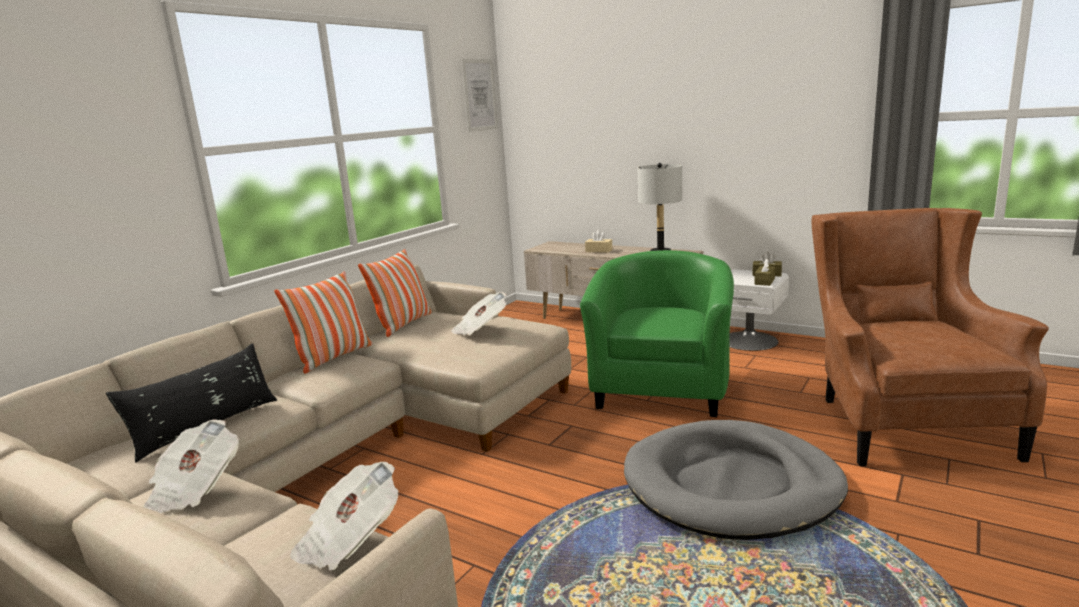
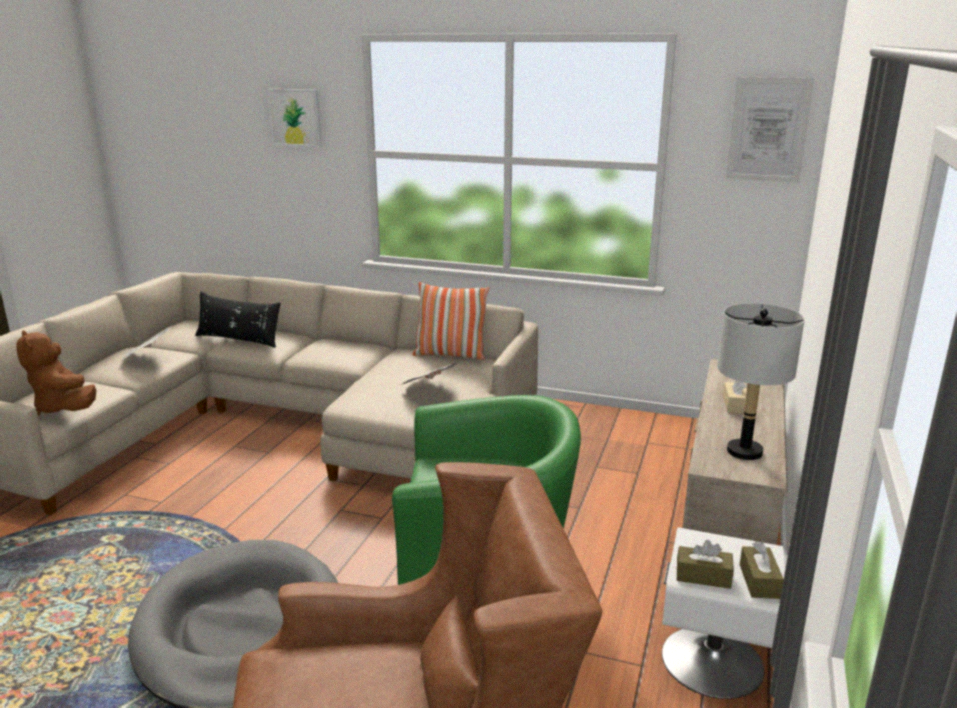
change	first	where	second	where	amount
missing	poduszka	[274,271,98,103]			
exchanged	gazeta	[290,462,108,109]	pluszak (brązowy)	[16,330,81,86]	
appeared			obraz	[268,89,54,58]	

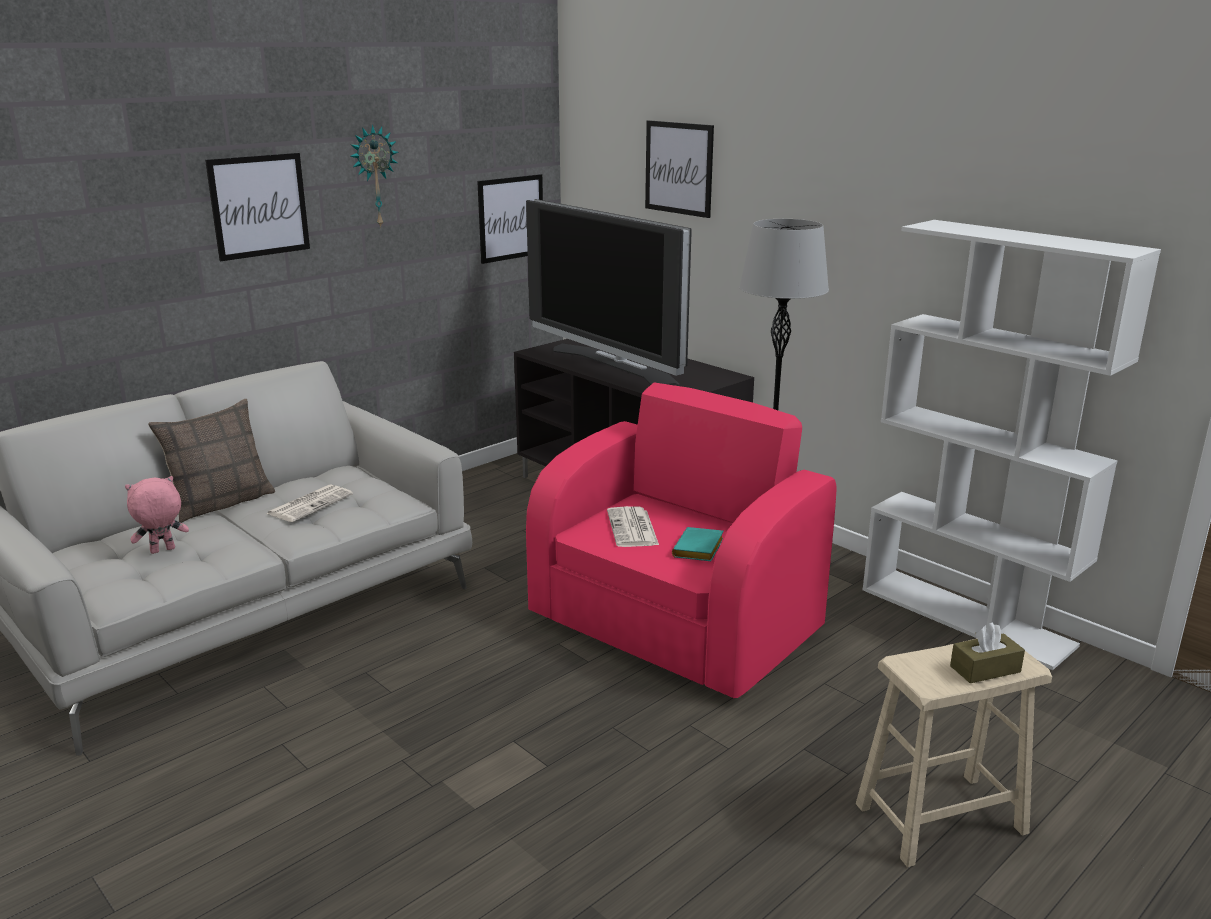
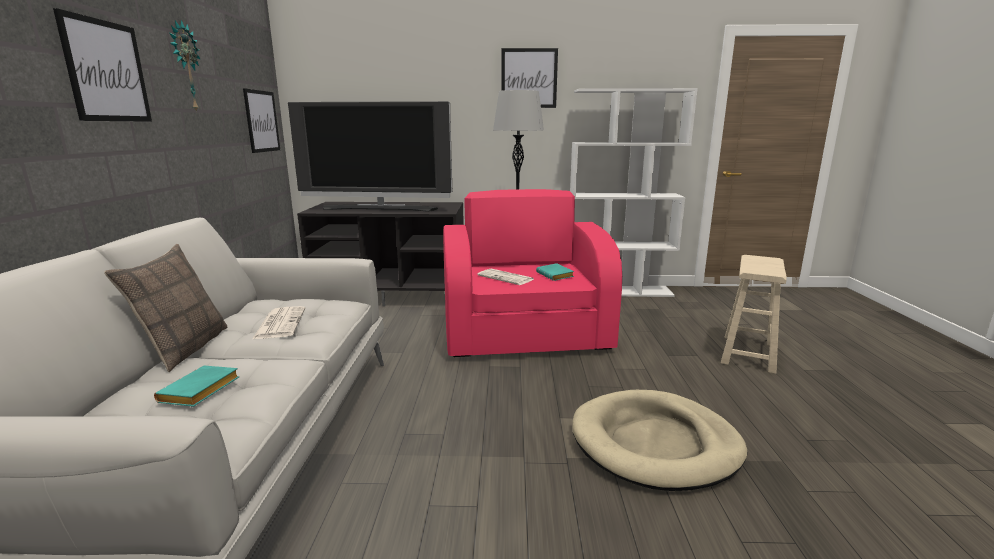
change	first	where	second	where	amount
relocated	obraz	[645,120,69,98]		[501,48,57,60]	
exchanged	pluszak (różowy)	[125,476,64,78]	książka (turkusowy)	[154,365,85,42]	
missing	pudełko chusteczek (brązowy)	[950,622,75,61]			
appeared			legowisko (beżowy)	[572,390,175,101]	

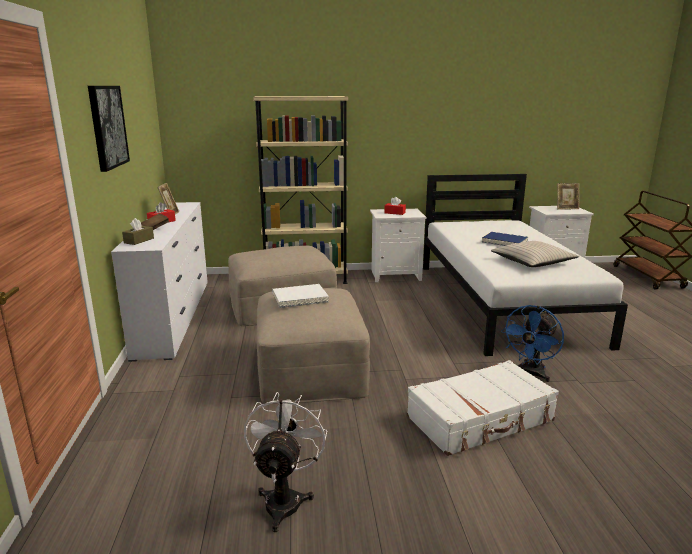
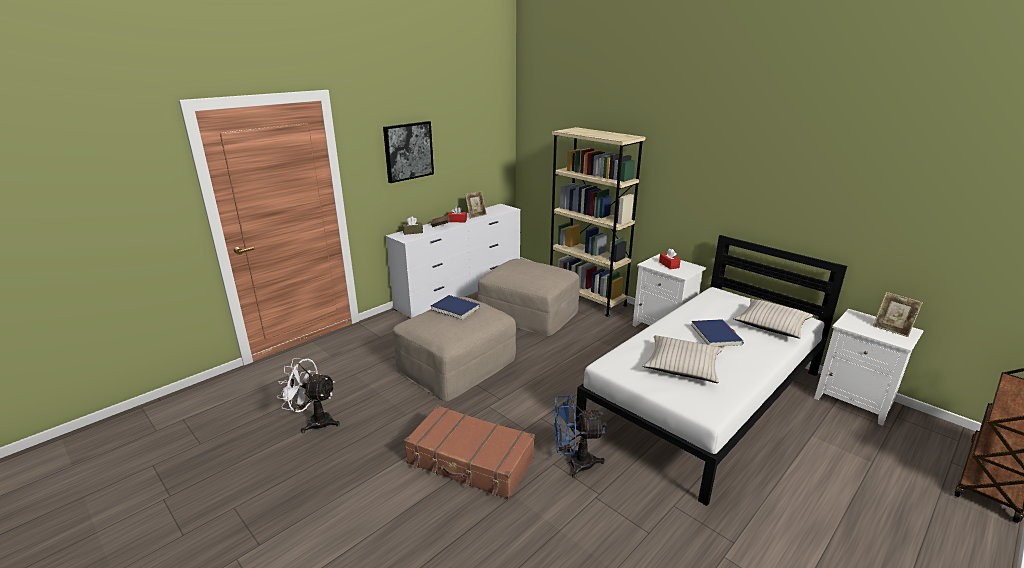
change	first	where	second	where	amount
colour	książka (biały)	[272,284,57,24]	książka (niebieski)	[431,295,49,25]	
colour	walizka (biały)	[407,360,152,96]	walizka (brązowy)	[404,405,131,95]	
spun	wentylator (biały)	[244,392,83,140]		[277,358,63,75]	135 degrees counterclockwise
appeared			poduszka (beżowy)	[733,299,80,40]	

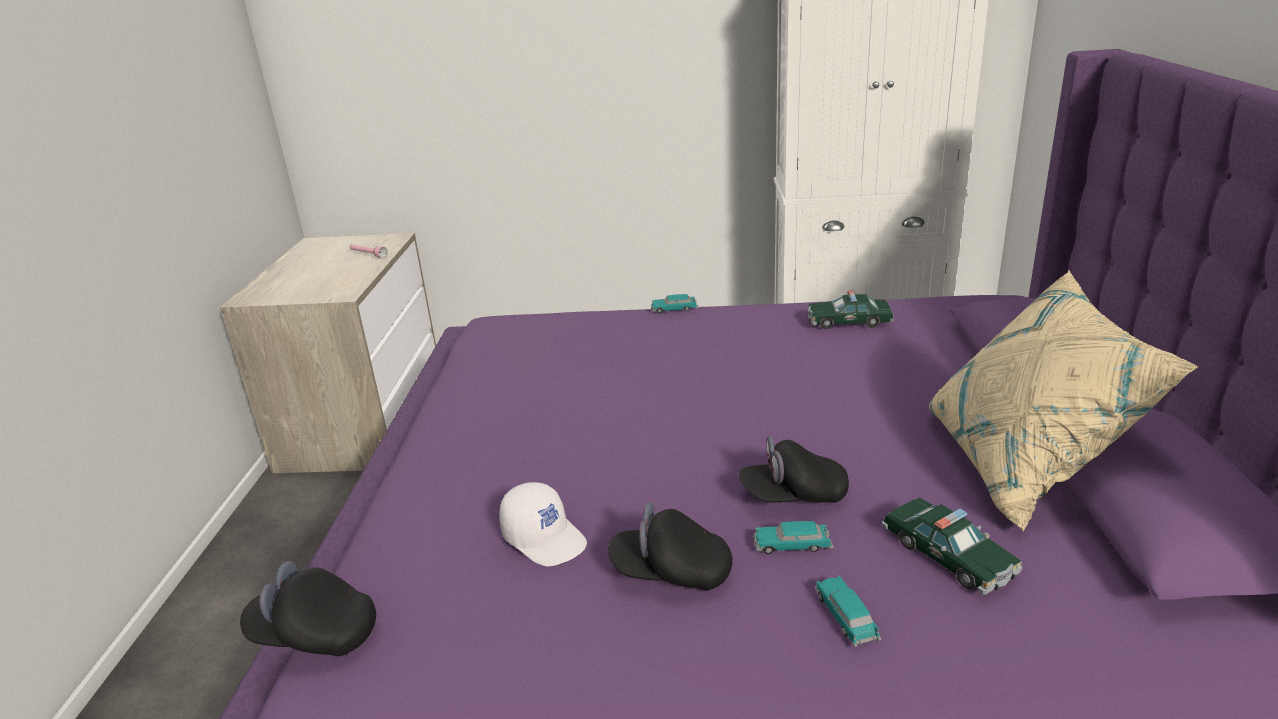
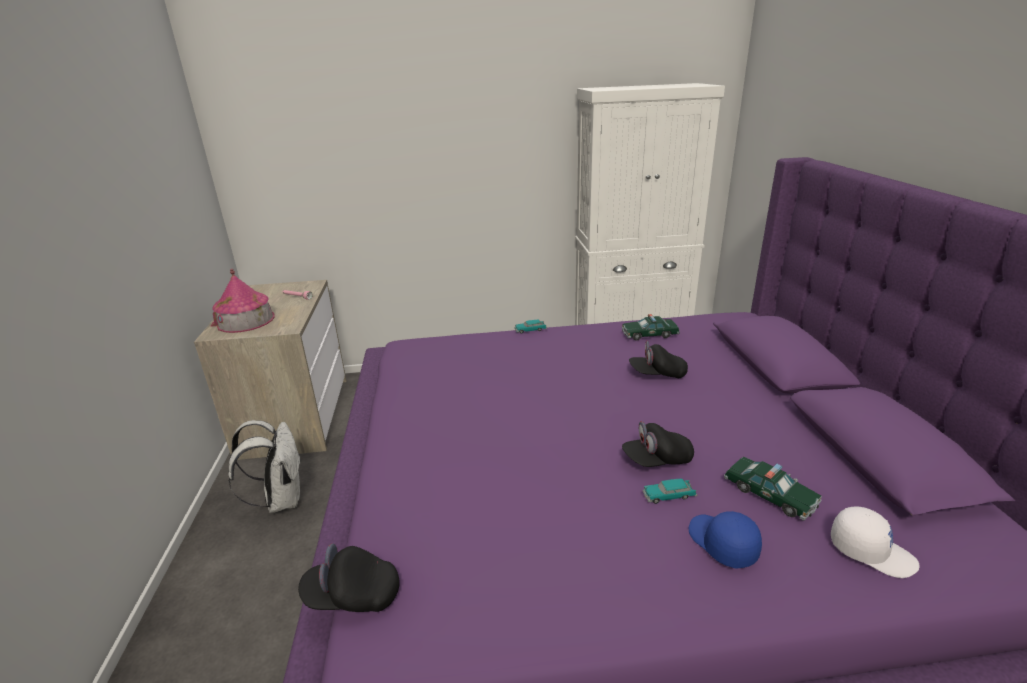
change	first	where	second	where	amount
missing	poduszka (beżowy)	[929,271,269,261]			
relocated	czapka z daszkiem (biały)	[499,482,88,84]		[831,507,89,71]	
relocated	czapka z daszkiem (czarny)	[608,501,125,89]		[629,341,59,37]	
exchanged	samochodzik	[815,576,66,71]	czapka z daszkiem (niebieski)	[689,511,73,58]	
appeared			domek	[210,269,65,64]	
appeared			plecak (biały)	[228,420,74,93]	

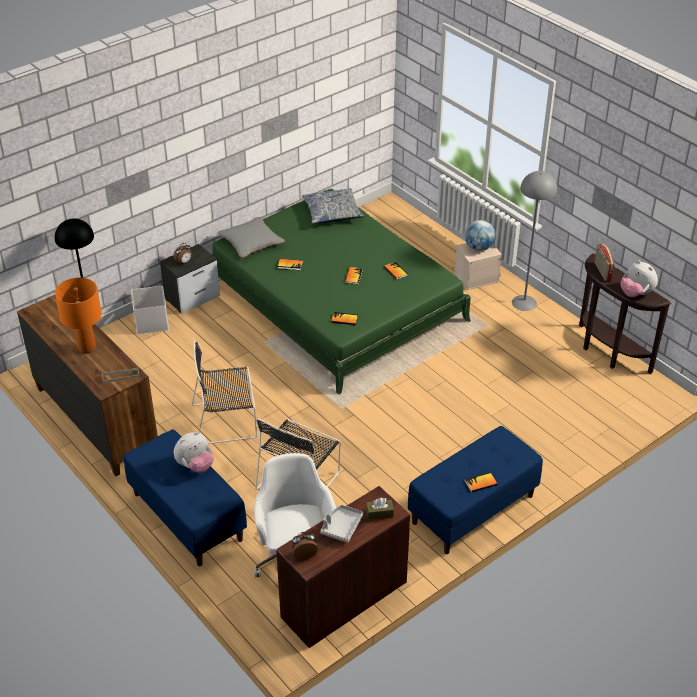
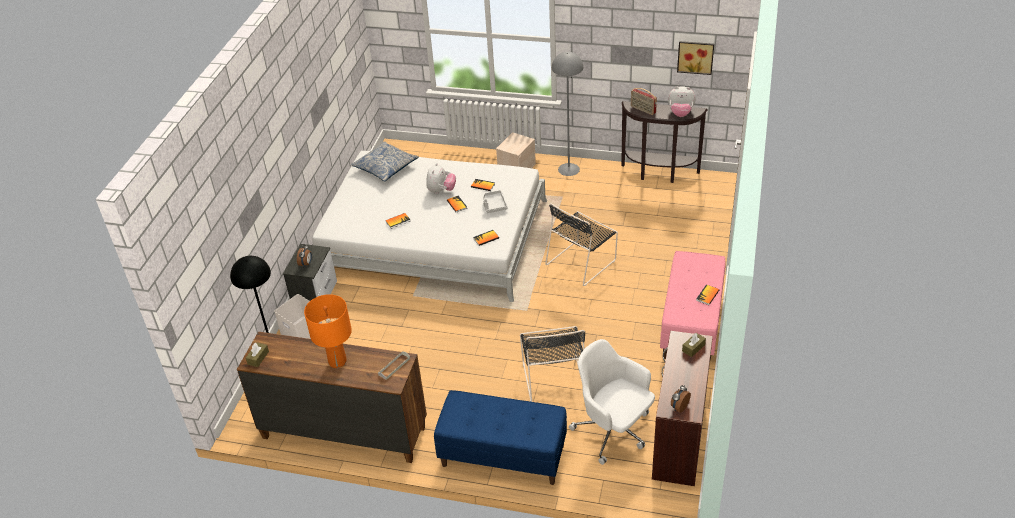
change	first	where	second	where	amount
colour	łóżko (zielony)	[212,189,259,206]	łóżko (biały)	[312,151,235,151]	
missing	poduszka (szary)	[217,217,68,41]			
missing	globus	[465,220,31,31]			
relocated	krzesło (czarny)	[192,340,65,104]		[545,203,73,83]	
colour	ławka (niebieski)	[408,426,135,128]	ławka (różowy)	[660,251,65,108]	
relocated	pluszak	[174,432,40,41]		[426,163,30,31]	
relocated	taca (szary)	[320,505,43,38]		[483,190,25,23]	
appeared			obraz	[677,41,37,34]	
appeared			pudełko chusteczek (brązowy)	[246,342,23,25]	

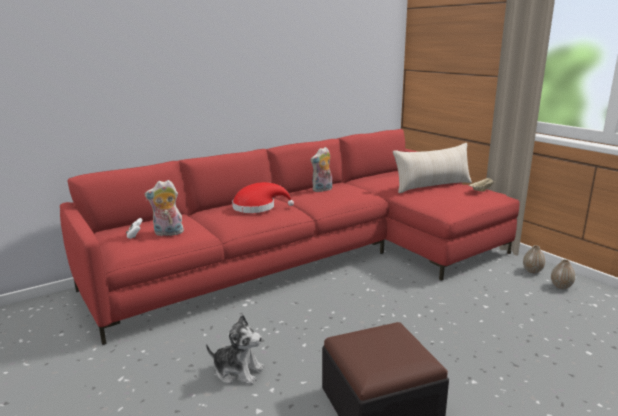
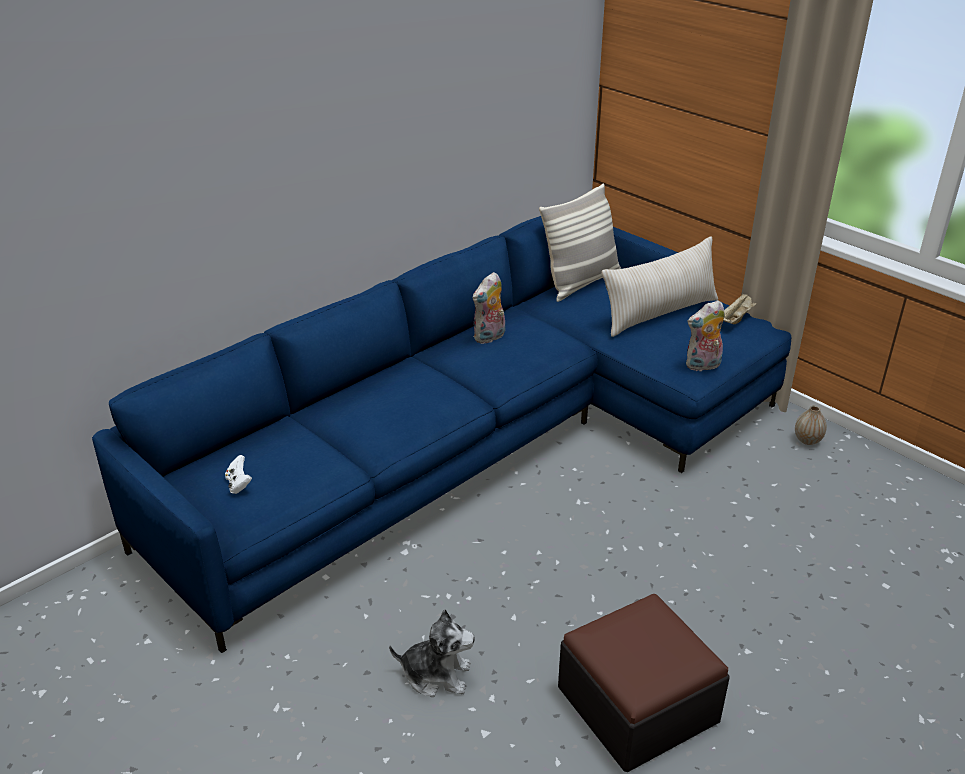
change	first	where	second	where	amount
colour	kanapa (czerwony)	[60,129,459,216]	kanapa (niebieski)	[92,216,700,437]	
relocated	pluszak	[145,180,39,57]		[686,300,39,71]	
missing	kapelusz (czerwony)	[232,182,62,31]			
missing	wazon	[551,259,24,30]			
appeared			poduszka	[539,183,82,119]	

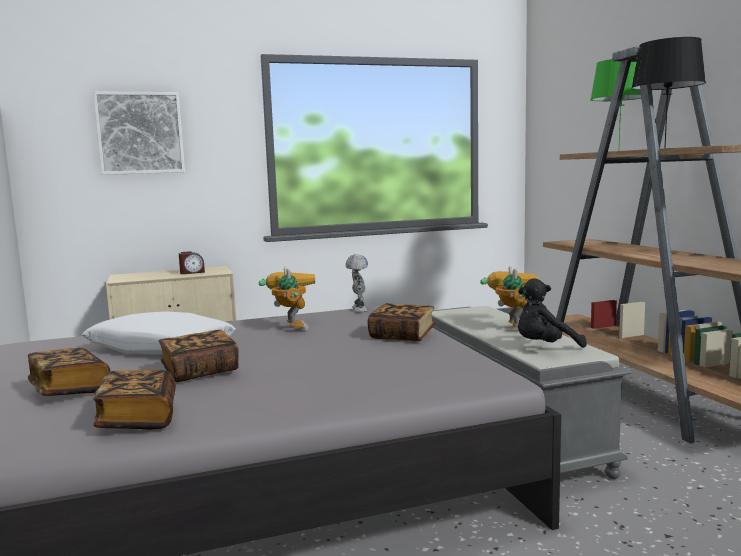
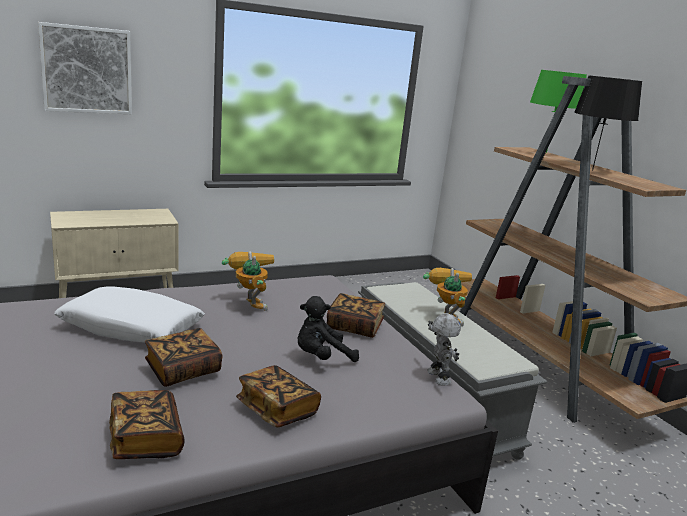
change	first	where	second	where	amount
missing	budzik	[179,251,26,23]			
relocated	robot zabawkowy	[346,254,22,59]		[427,313,34,73]	
relocated	pluszak (czarny)	[518,278,69,70]		[297,296,62,66]	
relocated	książka	[28,348,82,48]		[236,365,85,63]	

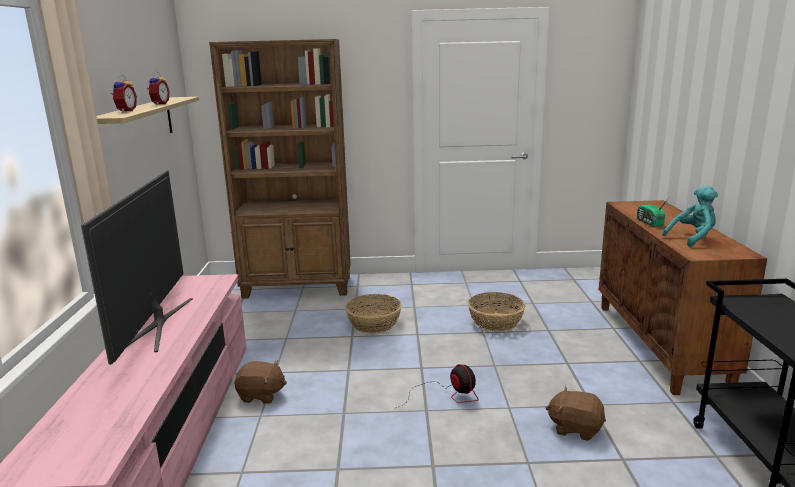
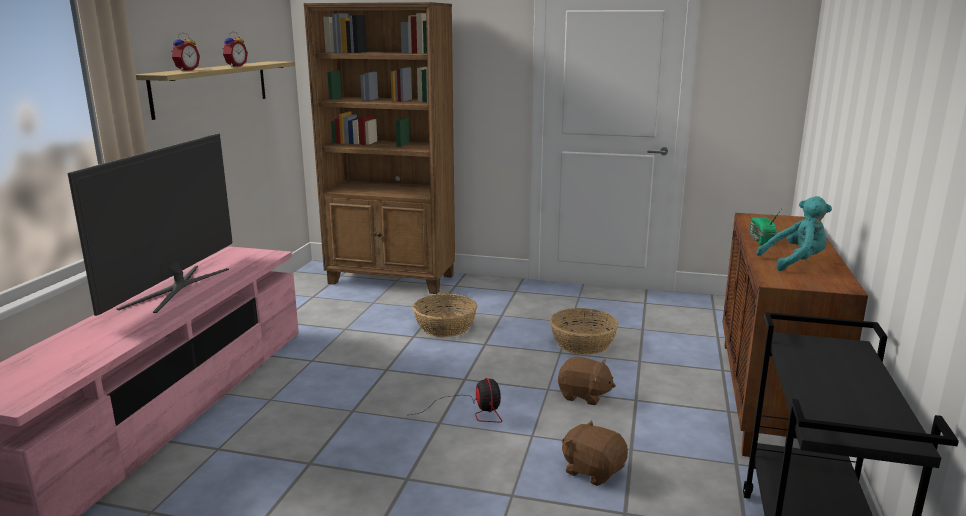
change	first	where	second	where	amount
relocated	pluszak (brązowy)	[234,360,53,44]		[558,357,58,48]	

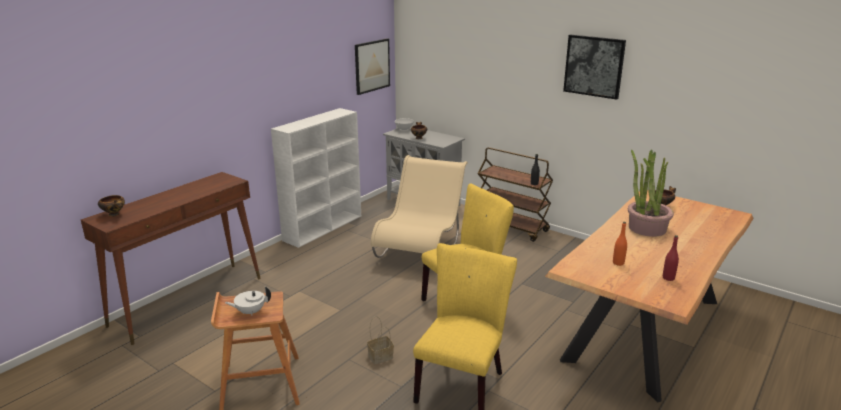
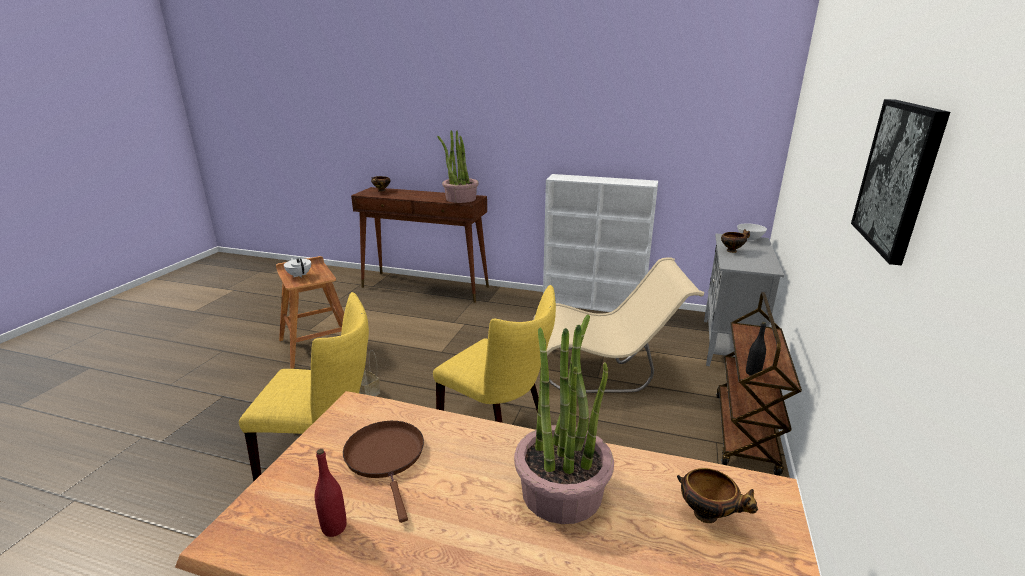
change	first	where	second	where	amount
missing	obraz	[355,38,35,57]			
exchanged	butelka (pomarańczowy)	[613,222,14,44]	patelnia (brązowy)	[343,421,81,102]	
appeared			roślina doniczkowa	[437,130,42,73]	

